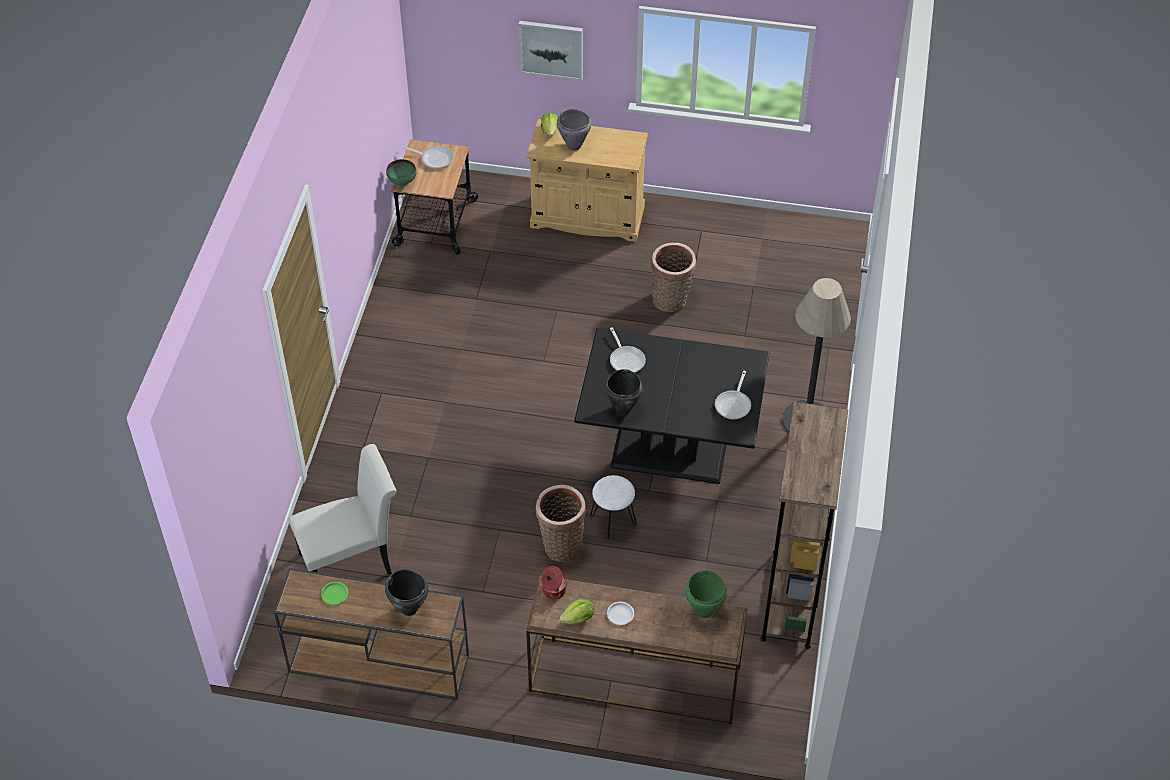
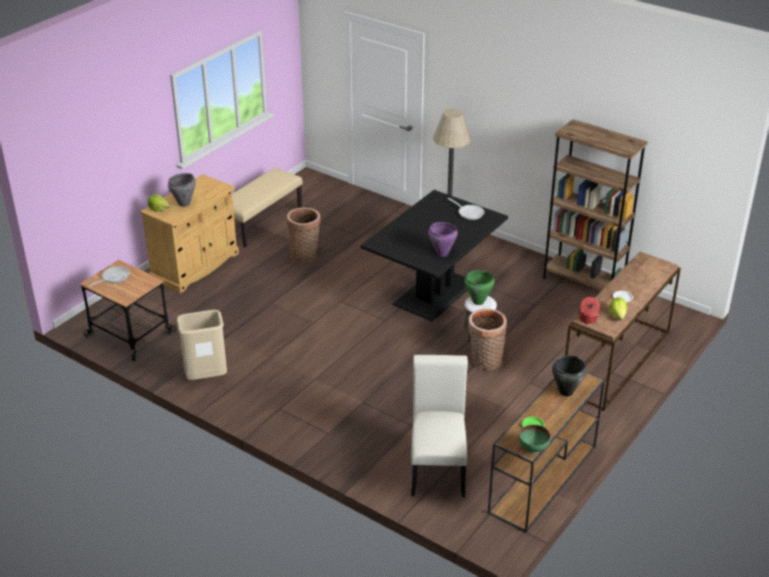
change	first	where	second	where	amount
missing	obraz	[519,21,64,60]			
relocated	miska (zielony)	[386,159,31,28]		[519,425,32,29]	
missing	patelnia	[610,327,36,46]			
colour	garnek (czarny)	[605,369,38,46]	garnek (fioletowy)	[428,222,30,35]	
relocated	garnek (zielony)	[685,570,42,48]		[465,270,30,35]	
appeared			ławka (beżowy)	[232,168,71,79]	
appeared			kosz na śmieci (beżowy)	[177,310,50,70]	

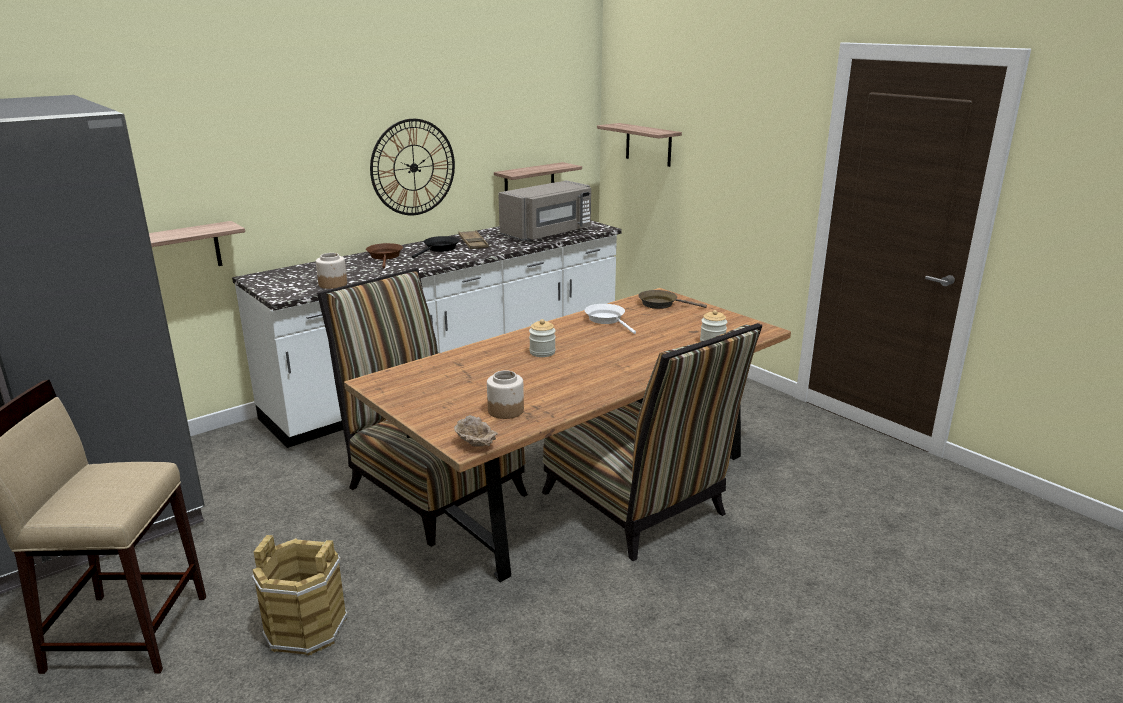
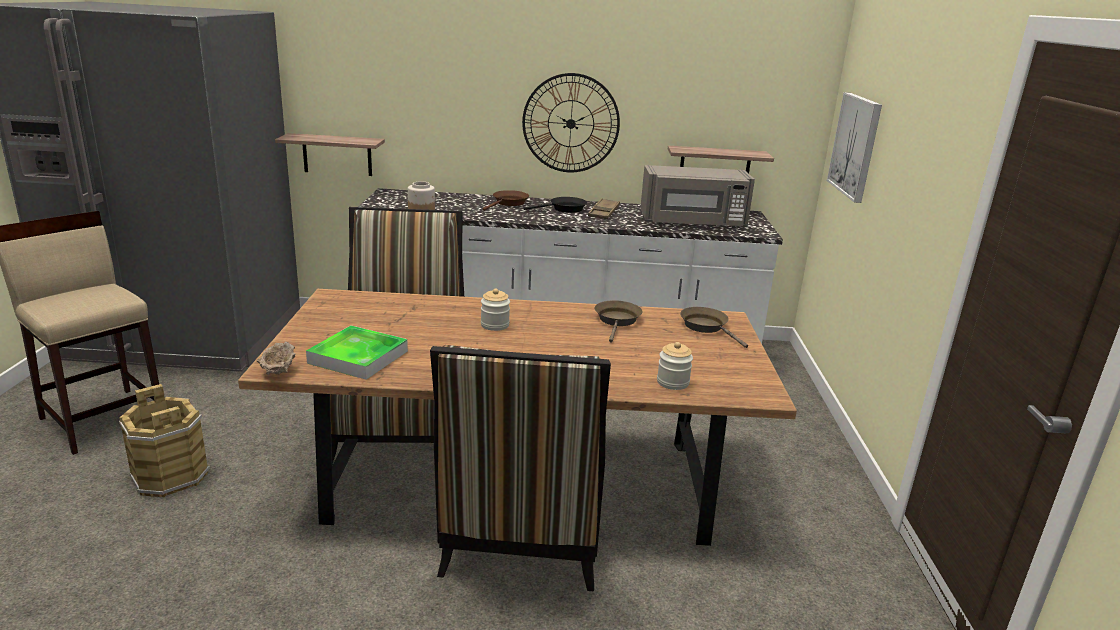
change	first	where	second	where	amount
exchanged	półka	[597,123,85,44]	obraz	[827,92,55,111]	
colour	patelnia (biały)	[585,304,51,30]	patelnia (brązowy)	[595,300,47,43]	
exchanged	słoik	[487,370,37,49]	taca	[306,325,102,55]	

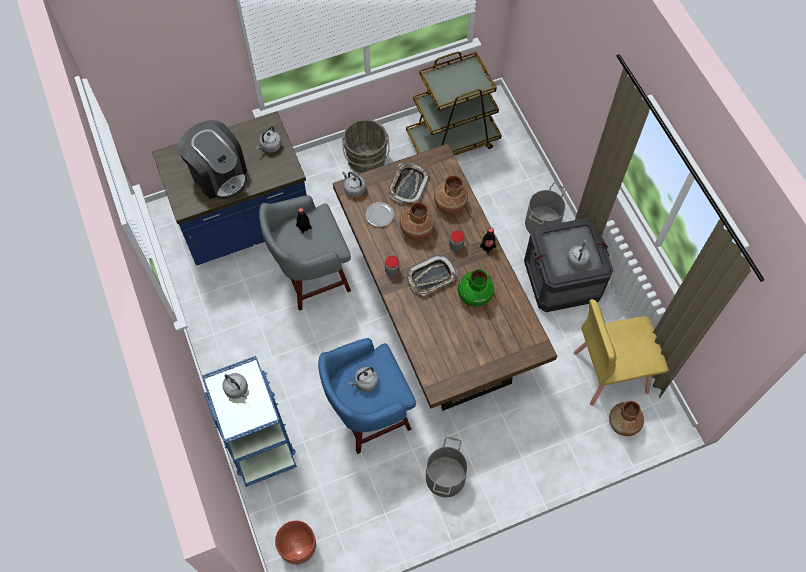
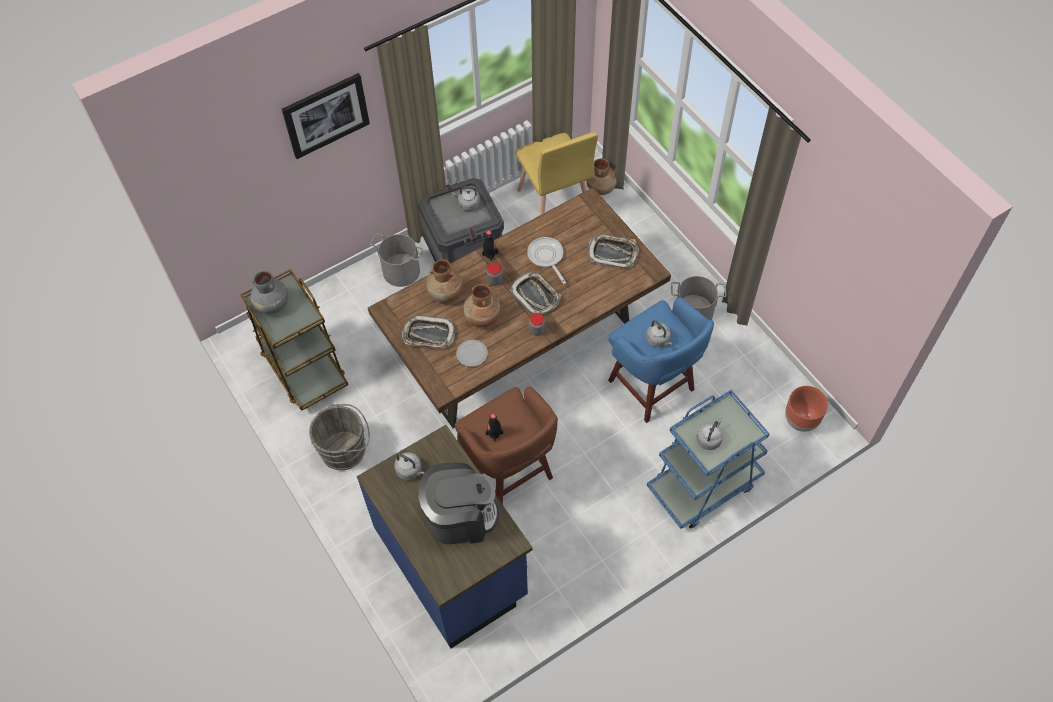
change	first	where	second	where	amount
spun	ekspres do kawy	[178,120,69,80]		[418,463,81,81]	45 degrees clockwise
missing	czajnik (szary)	[342,171,24,26]			
colour	stołek (szary)	[259,195,92,116]	stołek (brązowy)	[455,386,103,119]	
exchanged	wazon (zielony)	[458,269,36,37]	patelnia	[527,237,39,47]	
appeared			obraz	[282,73,88,86]	
appeared			taca	[588,234,51,35]	
appeared			wazon (szary)	[250,271,38,43]	

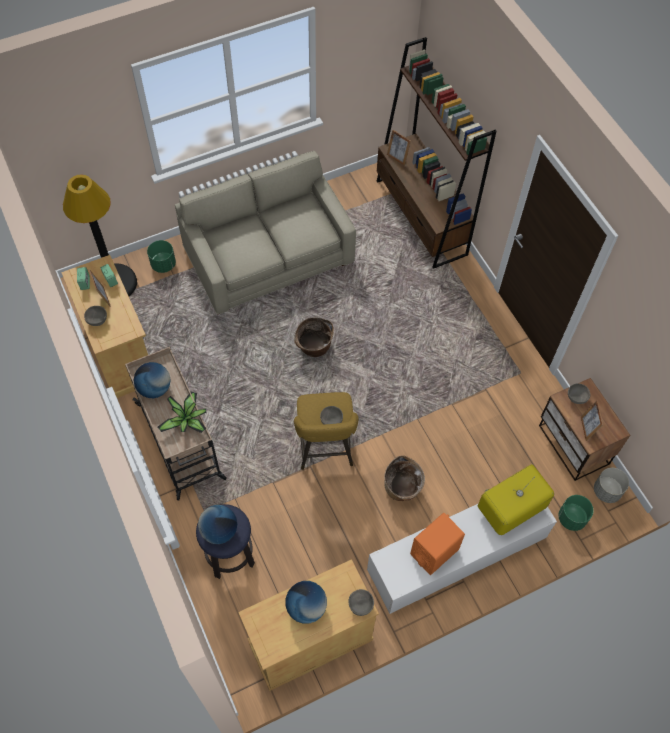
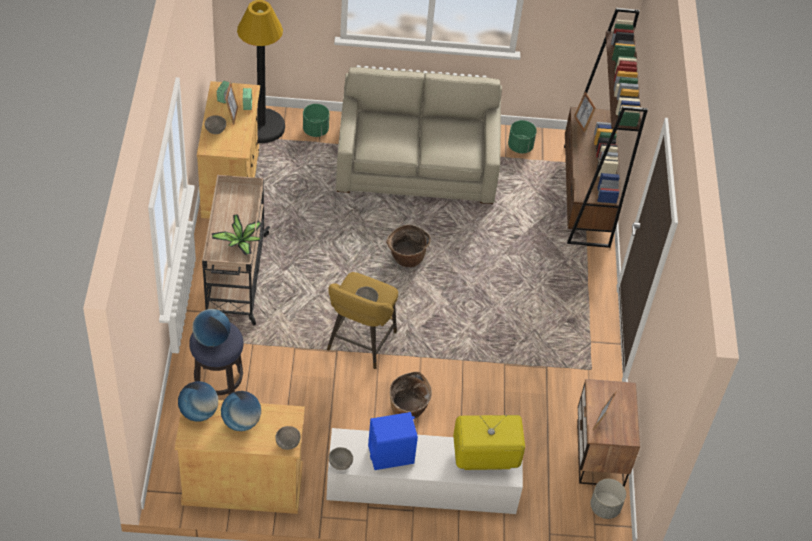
change	first	where	second	where	amount
relocated	globus	[134,362,37,36]		[178,381,40,41]	
relocated	miska (szary)	[568,383,22,21]		[329,447,24,23]	
relocated	donica (zielony)	[558,495,36,36]		[508,120,29,33]	
colour	głośnik (pomarańczowy)	[410,513,55,62]	głośnik (niebieski)	[368,412,50,58]	

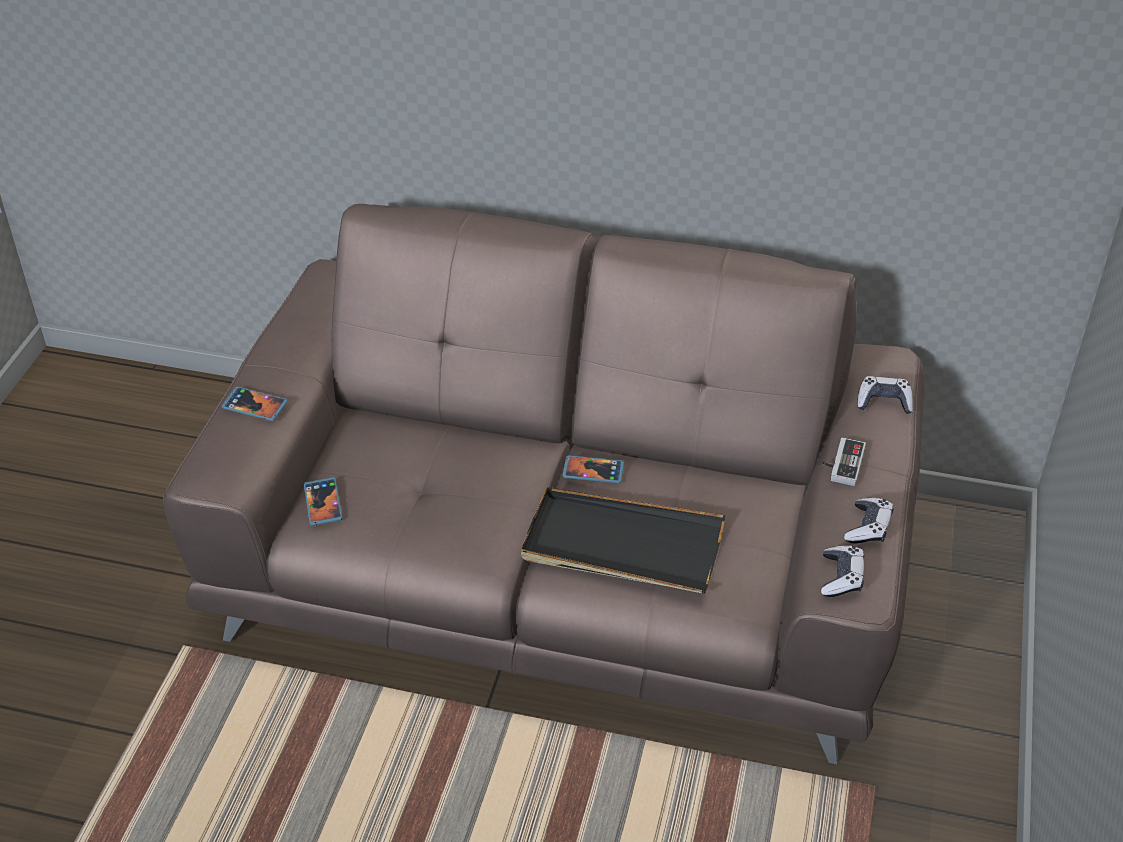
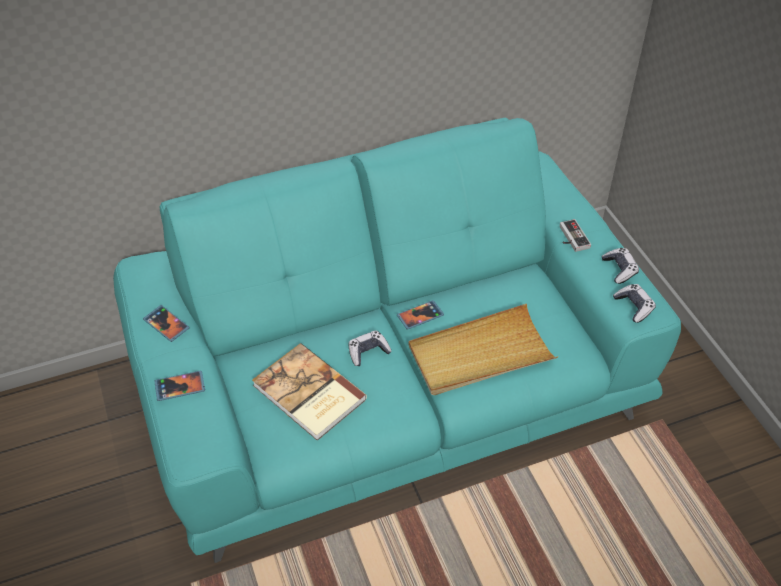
change	first	where	second	where	amount
colour	kanapa (brązowy)	[163,204,762,560]	kanapa (turkusowy)	[113,118,568,445]	
relocated	pad do gier	[857,376,56,38]		[349,330,43,36]	
relocated	telefon	[304,477,38,49]		[143,305,46,37]	
colour	taca (czarny)	[521,487,204,107]	taca (beżowy)	[409,304,149,91]	
appeared			książka	[252,343,115,98]	

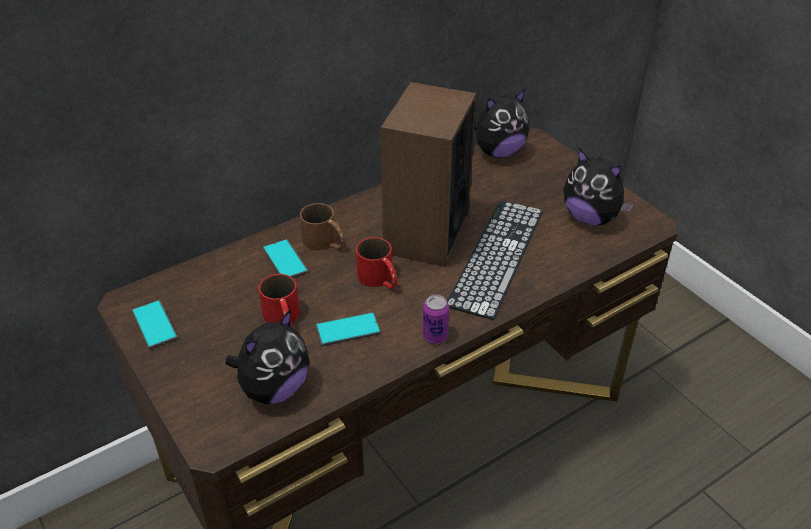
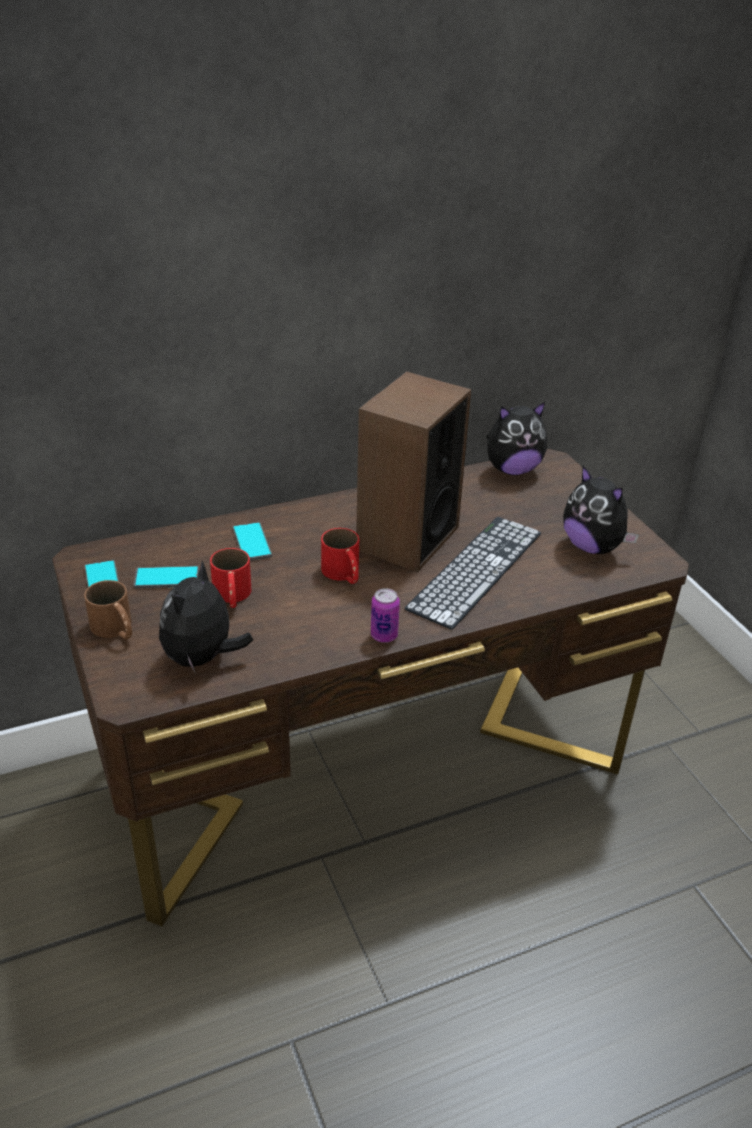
change	first	where	second	where	amount
relocated	kubek (brązowy)	[300,203,45,48]		[84,580,48,59]	
spun	pluszak	[225,309,84,95]		[159,561,94,111]	150 degrees clockwise
relocated	telefon	[315,312,66,34]		[133,566,66,22]	

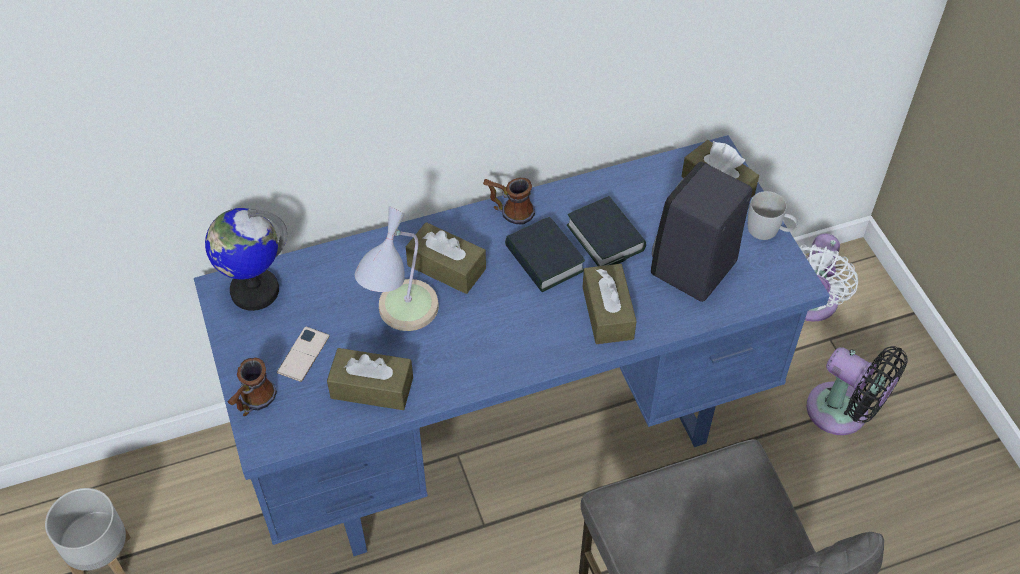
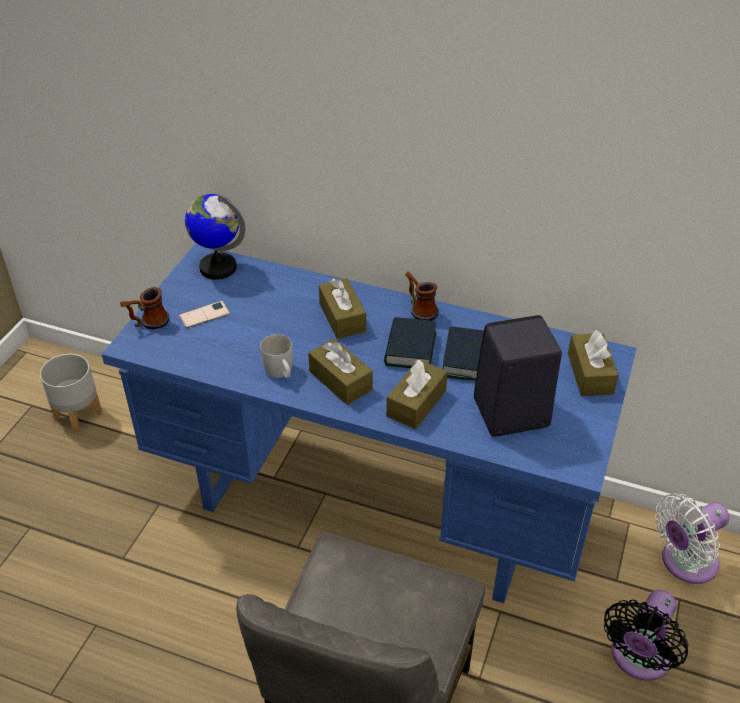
change	first	where	second	where	amount
relocated	kubek (biały)	[748,191,50,49]		[260,334,33,44]	
missing	lampa stołowa	[355,206,84,125]			
spun	wentylator (czarny)	[806,346,102,89]		[604,590,84,91]	45 degrees clockwise
relocated	pudełko chusteczek (brązowy)	[327,348,86,62]		[308,339,65,66]	

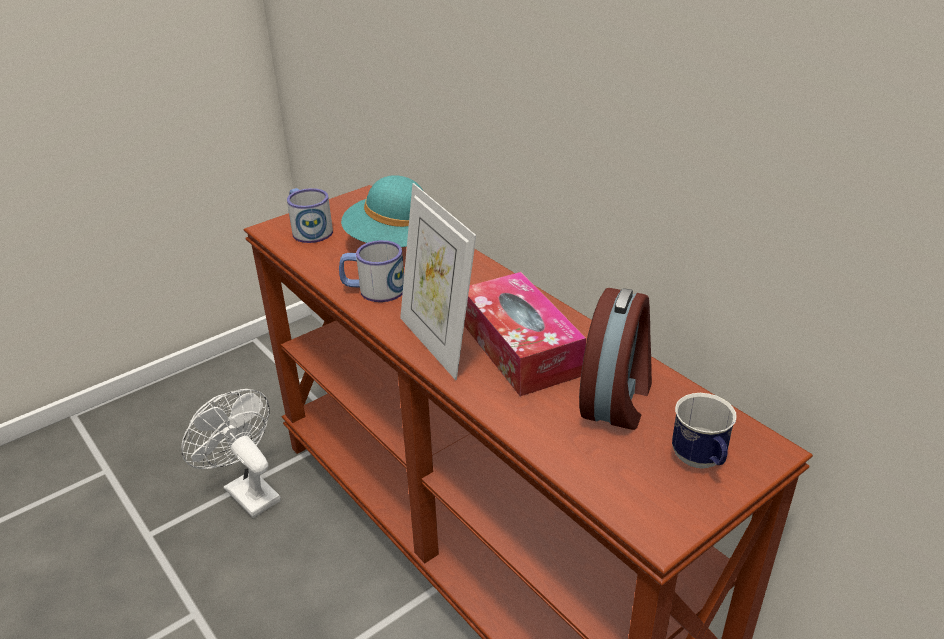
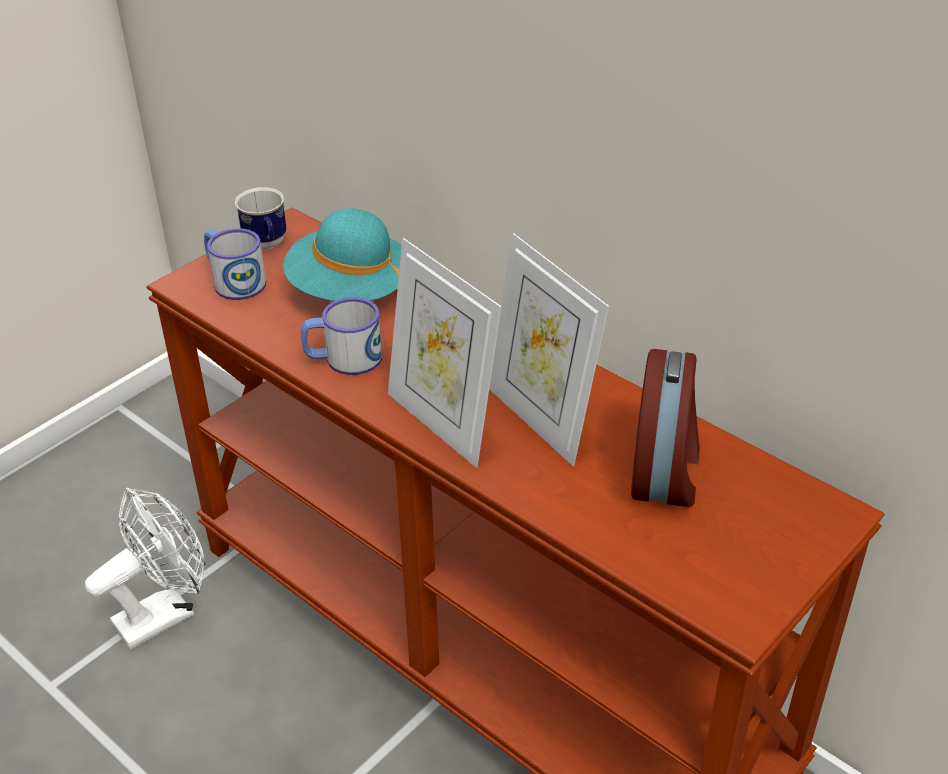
change	first	where	second	where	amount
exchanged	pudełko chusteczek	[464,272,122,124]	ramka na zdjęcie	[489,233,120,233]	
spun	wentylator (biały)	[181,389,100,129]		[85,488,121,161]	105 degrees clockwise
relocated	kubek	[672,393,65,76]		[235,187,52,63]	

